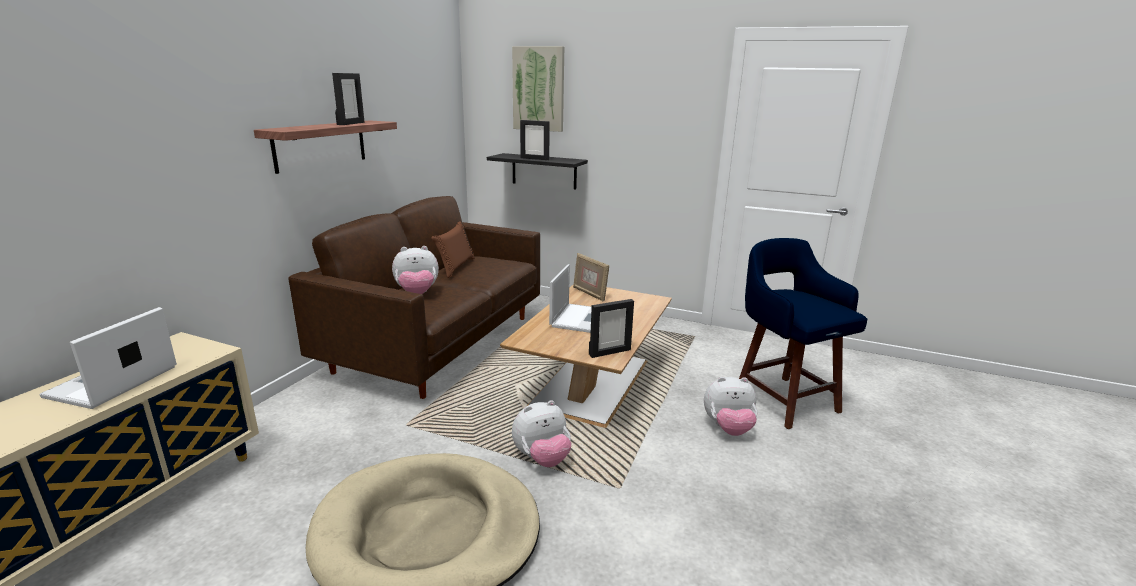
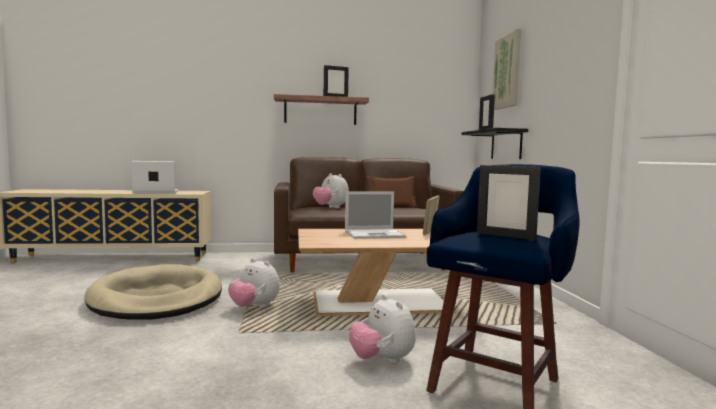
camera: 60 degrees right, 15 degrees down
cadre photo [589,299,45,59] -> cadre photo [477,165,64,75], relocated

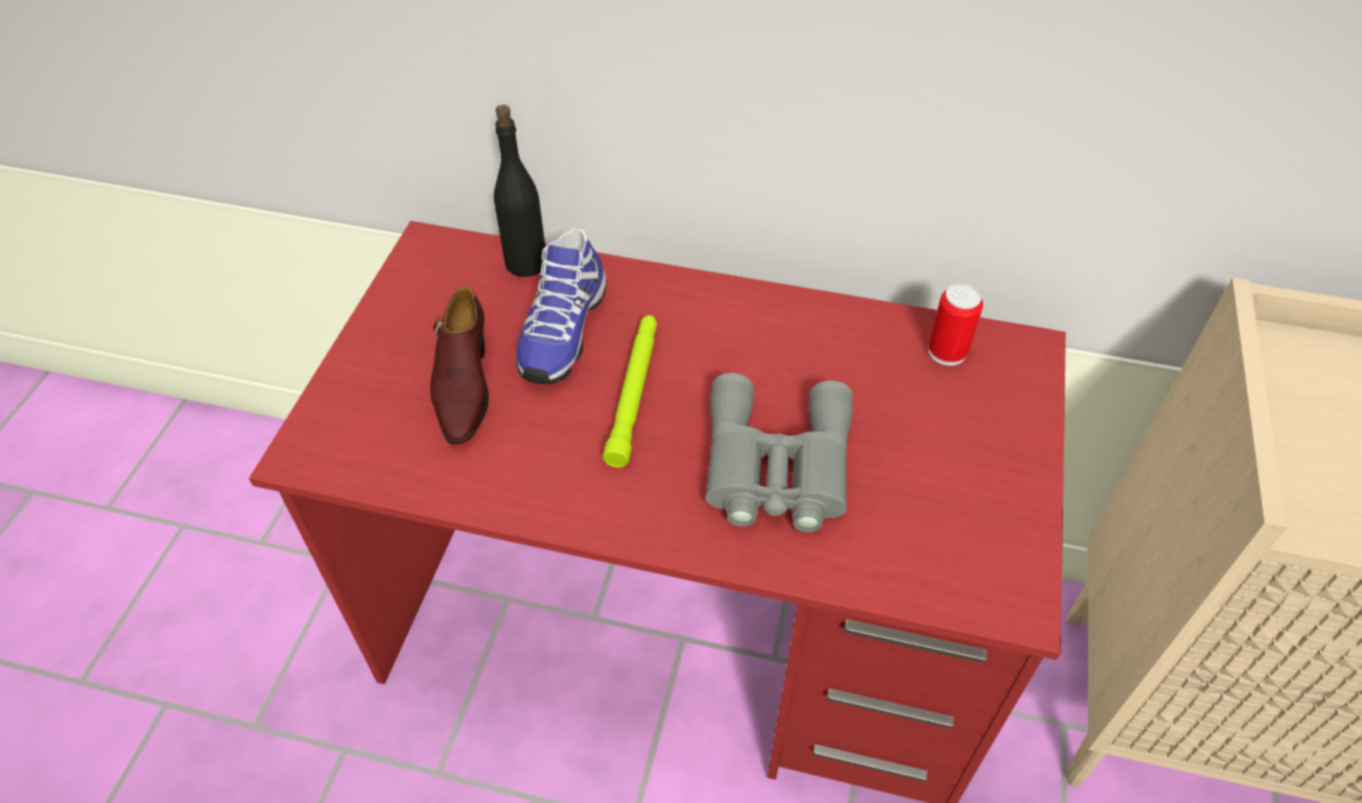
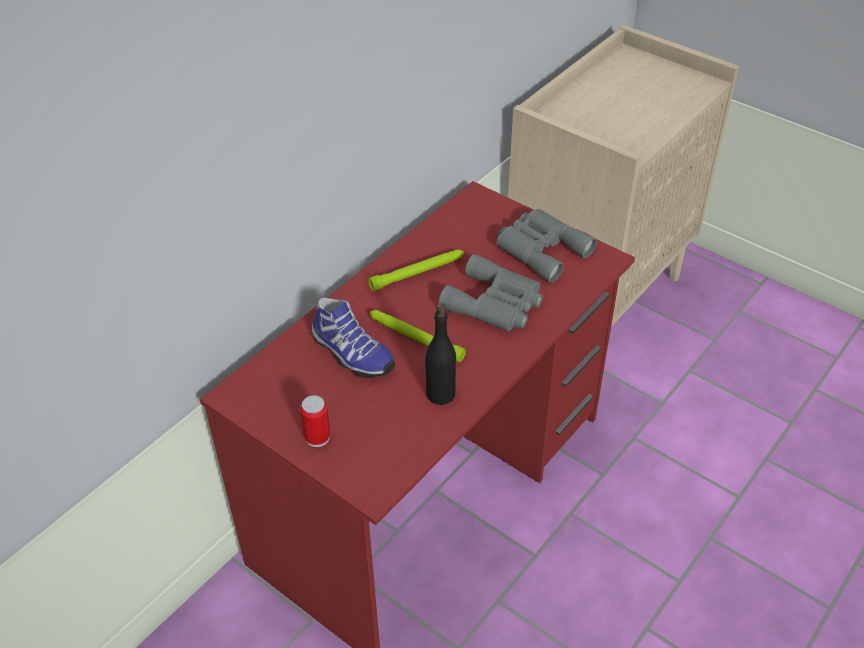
camera: 65 degrees left, 5 degrees down
chaussure [marron] [430,286,59,159] -> none
none -> lampe de poche [vert] [368,249,96,42]
none -> jumelles [gris] [497,209,100,74]
bouteille [noir] [494,105,51,172] -> bouteille [noir] [425,303,31,102], relocated
boîte métallique [928,283,55,83] -> boîte métallique [300,395,31,52], relocated

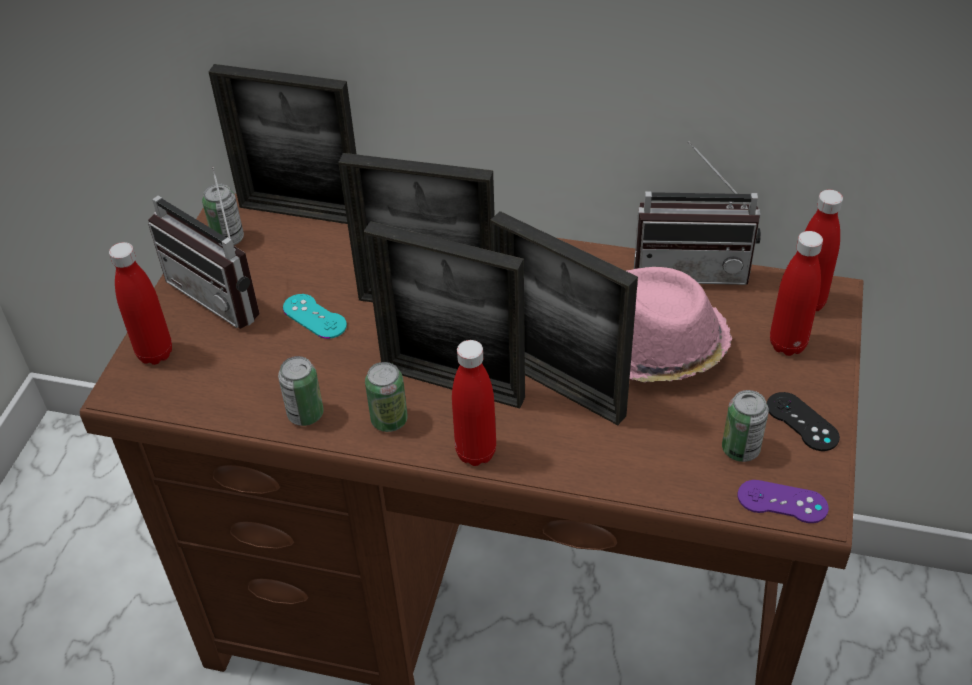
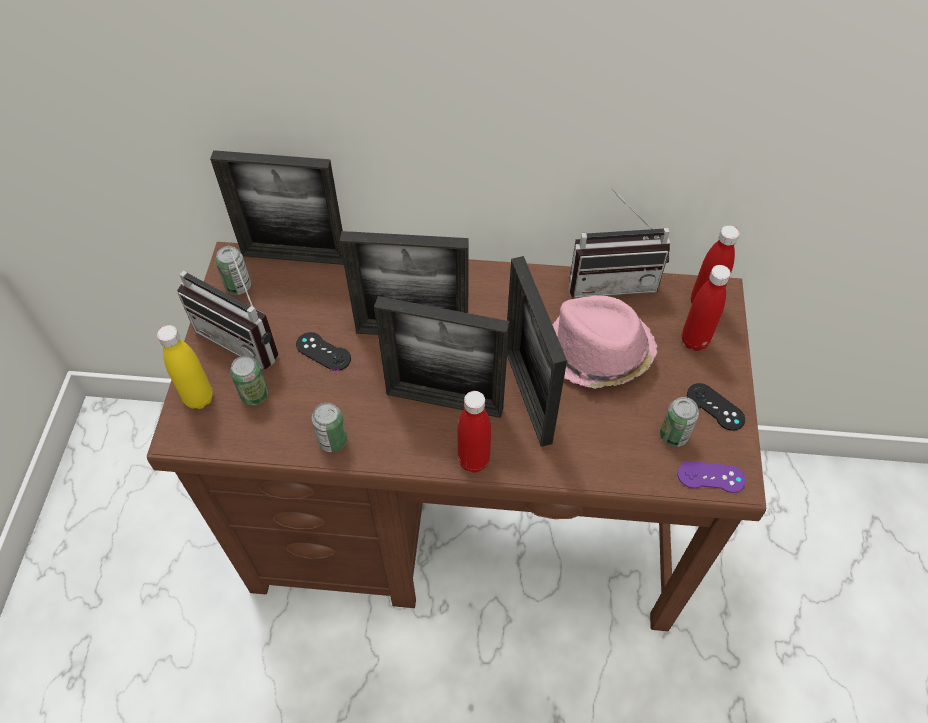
camera: 10 degrees left, 10 degrees up
boîte métallique [365,362,43,70] -> boîte métallique [230,356,38,49], relocated
bouteille [rouge] [109,242,63,123] -> bouteille [jaune] [157,325,56,84]
manette [turquoise] [283,294,64,45] -> manette [noir] [296,332,55,39]
cadre photo [490,211,148,214] -> cadre photo [507,256,60,191], 45 degrees clockwise

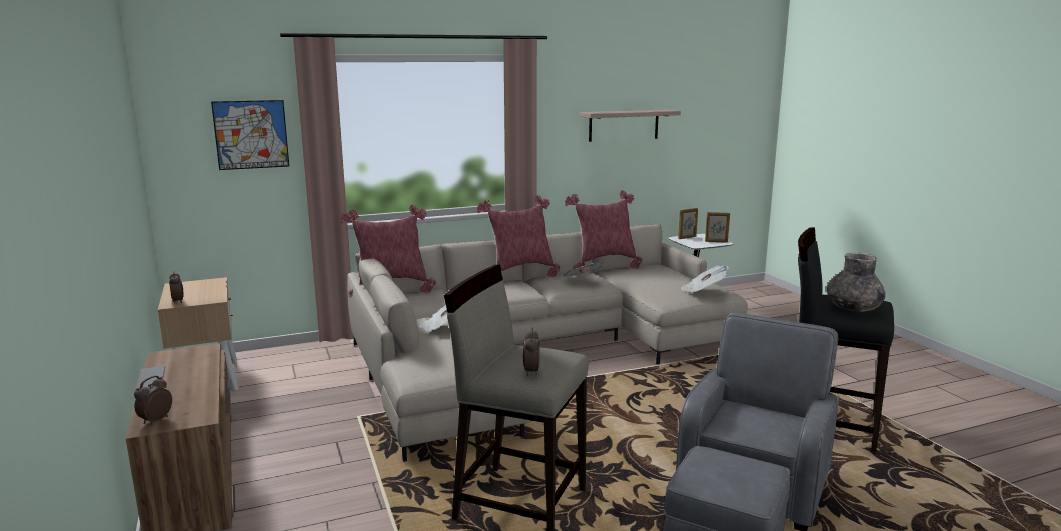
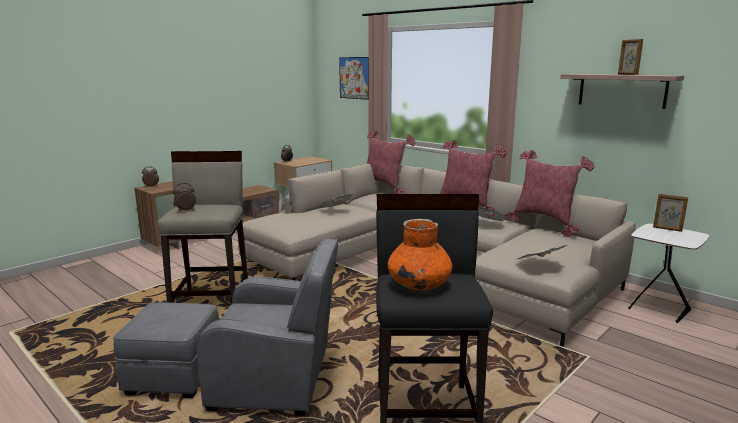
camera: 65 degrees right, 0 degrees up
cadre photo [705,212,25,31] -> cadre photo [618,39,25,36], relocated
vase [gris] [827,253,59,59] -> vase [orange] [388,219,65,71]

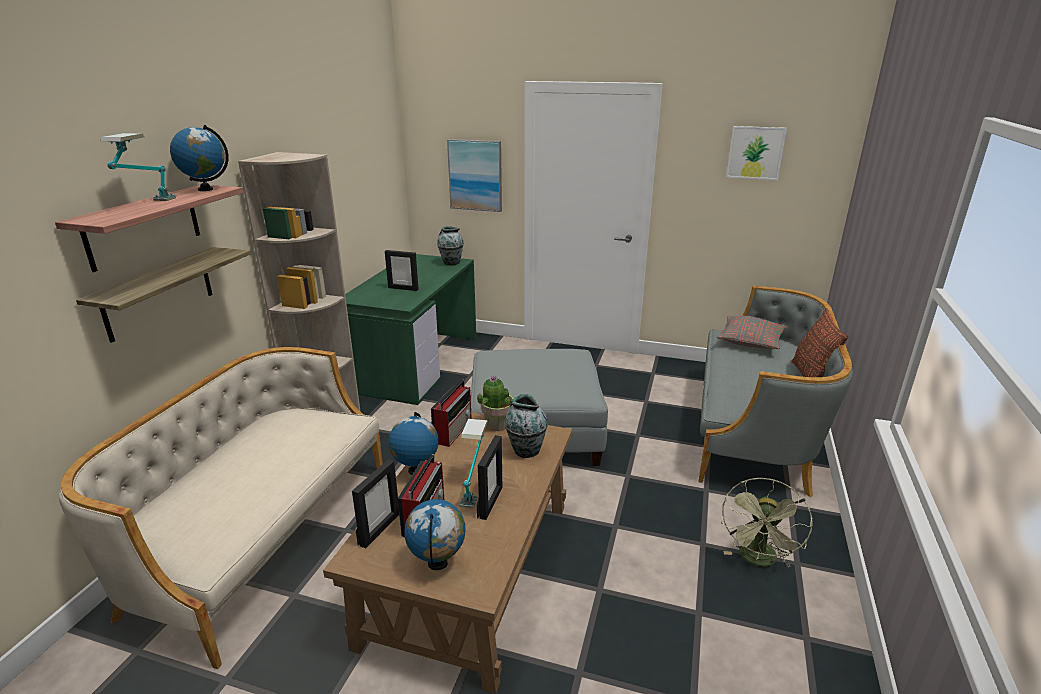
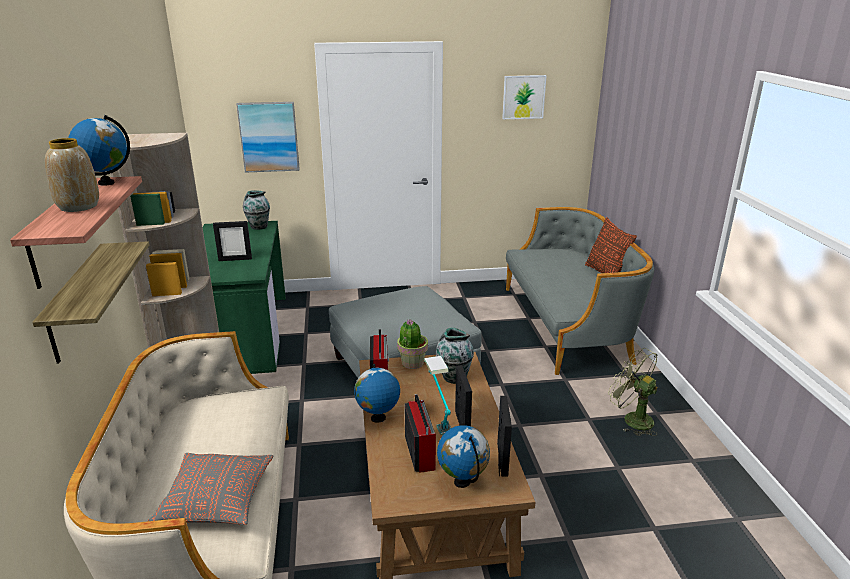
camera: 25 degrees left, 0 degrees up
cadre photo [352,459,47,90] -> cadre photo [497,396,15,81], relocated
coussin [gris] [716,316,71,33] -> coussin [gris] [148,453,125,72], relocated
lampe de table [101,133,75,68] -> vase [45,138,54,74]
ventilateur [vert] [721,478,92,90] -> ventilateur [vert] [608,348,50,88], 135 degrees clockwise

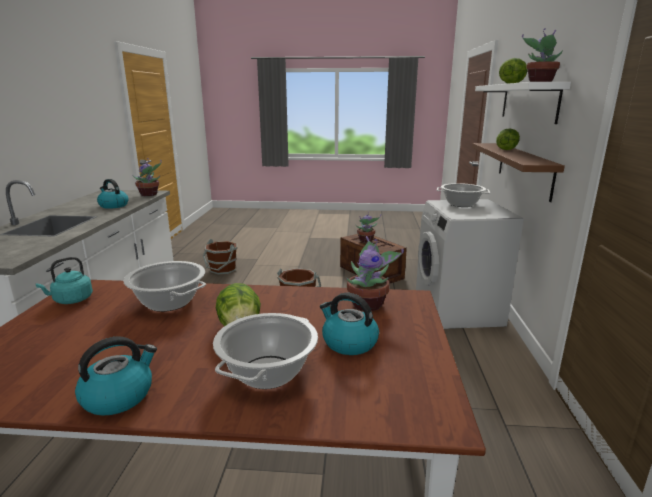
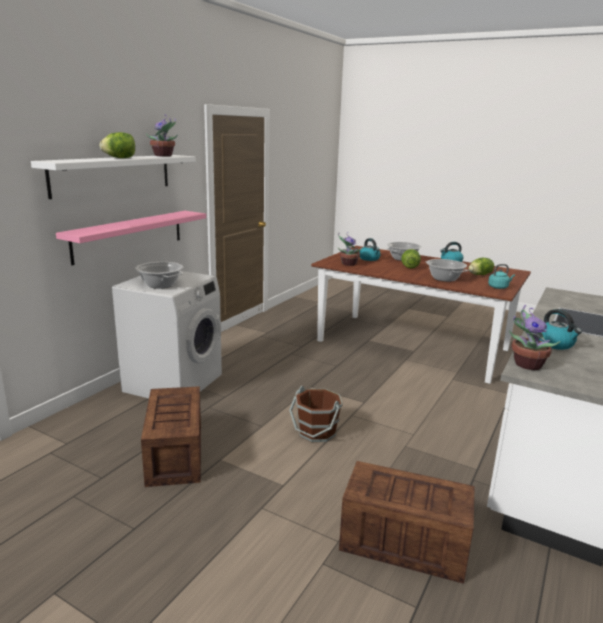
camera: 155 degrees left, 0 degrees up
plante en pot [356,212,25,30] -> none
laitue [496,129,24,21] -> laitue [468,258,26,17], relocated
seau [marron] [203,239,34,36] -> caisse [339,461,136,123]
étagère [marron] [472,143,93,59] -> étagère [rose] [56,211,150,54]

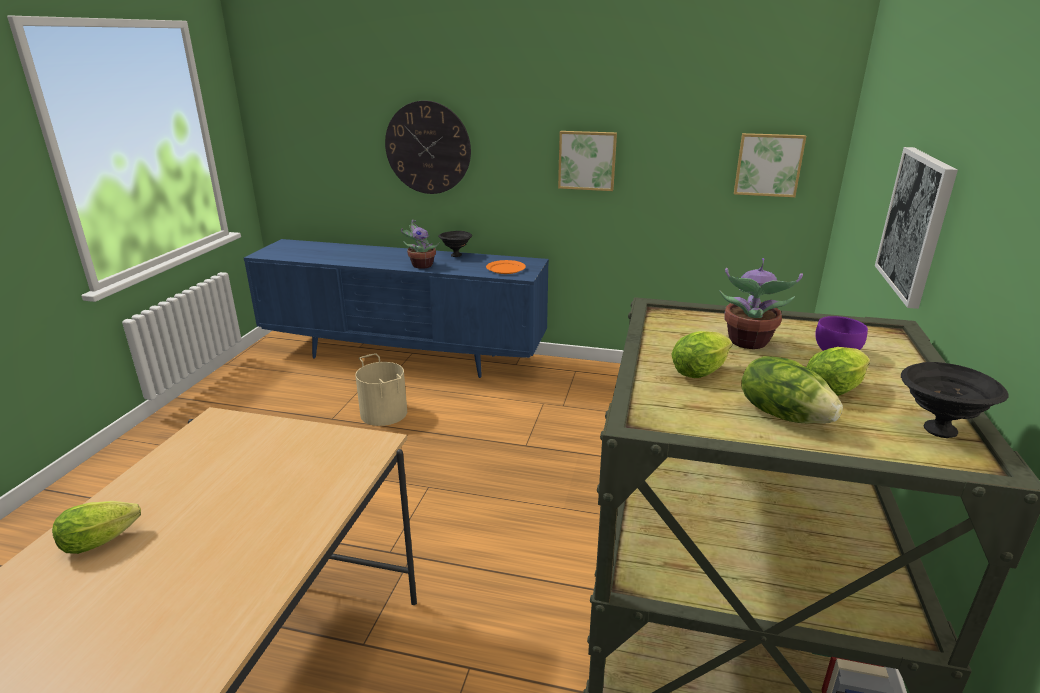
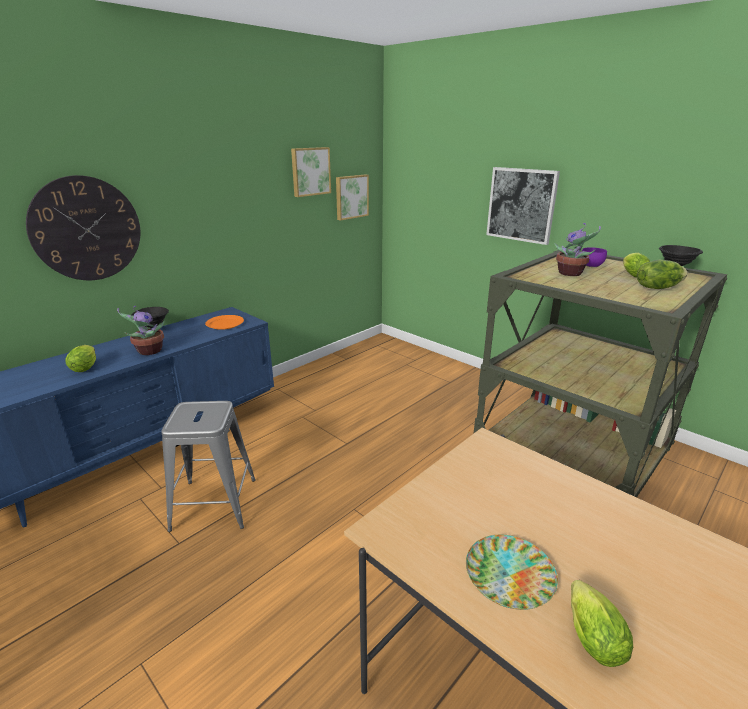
camera: 60 degrees left, 0 degrees up
none -> assiette [466,535,92,75]
tableau [558,131,59,60] -> tableau [291,147,40,50], relocated
laitue [671,331,61,47] -> laitue [66,345,30,27], relocated
seau [beige] [355,353,52,73] -> tabouret [gris] [161,401,95,131]

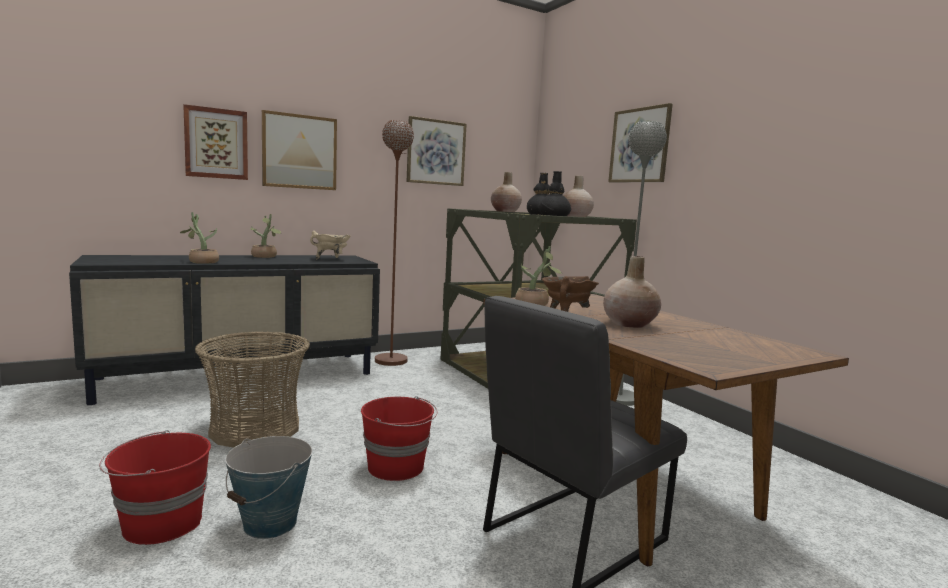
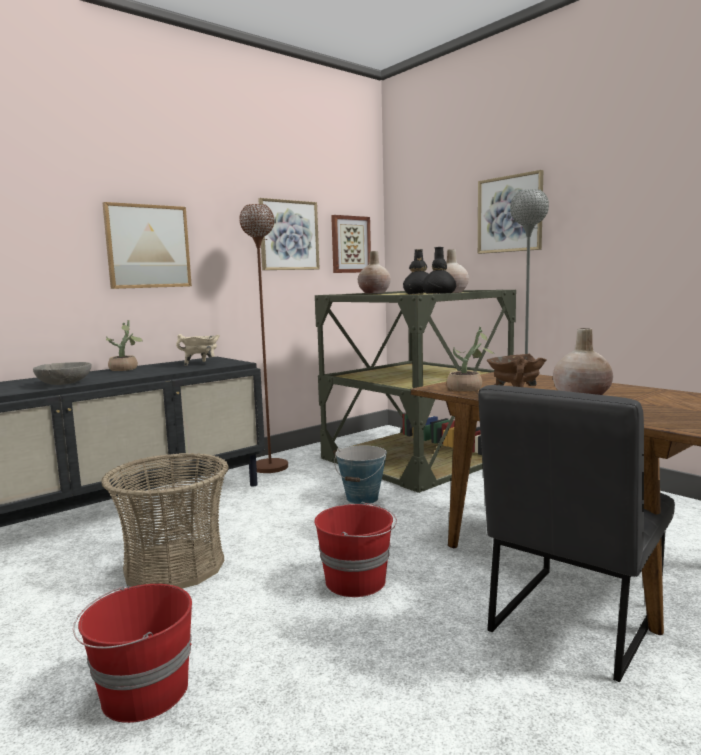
camera: 10 degrees left, 0 degrees up
tableau [183,104,65,76] -> tableau [331,215,40,58], relocated
seau [225,436,87,103] -> seau [334,445,53,59], relocated
plante en pot [180,212,39,52] -> bol [gris] [33,362,59,23]

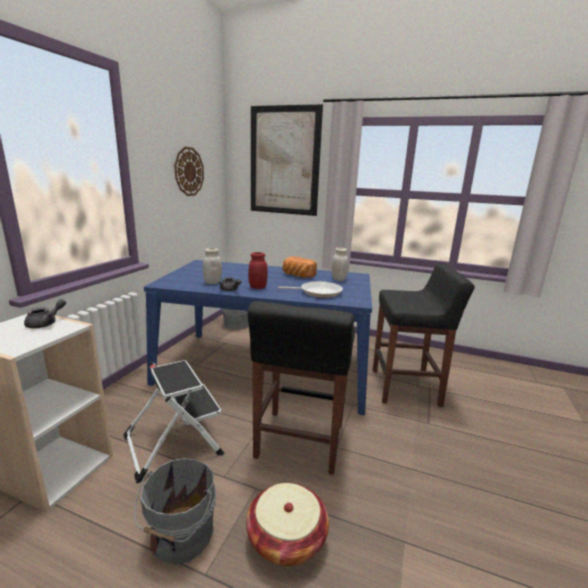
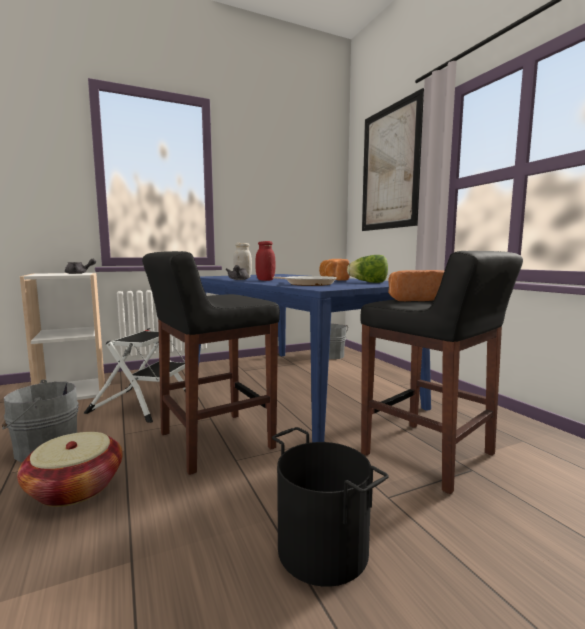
camera: 45 degrees right, 10 degrees down
horloge murale [174,147,30,49] -> none
none -> seau [noir] [272,427,117,160]
none -> pain [388,270,56,31]
bocal [blanc] [331,247,17,34] -> laitue [347,255,41,28]

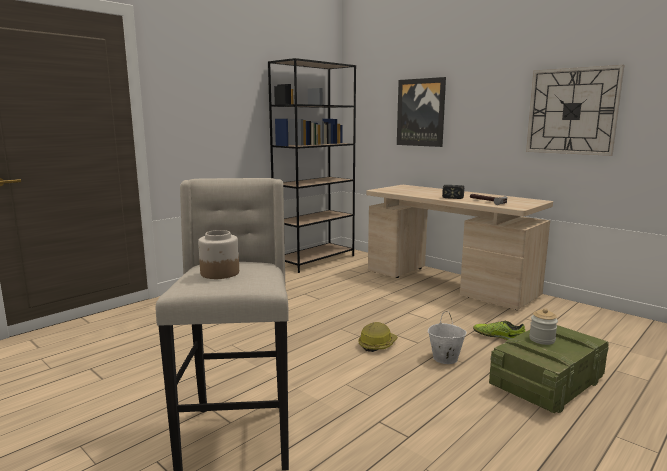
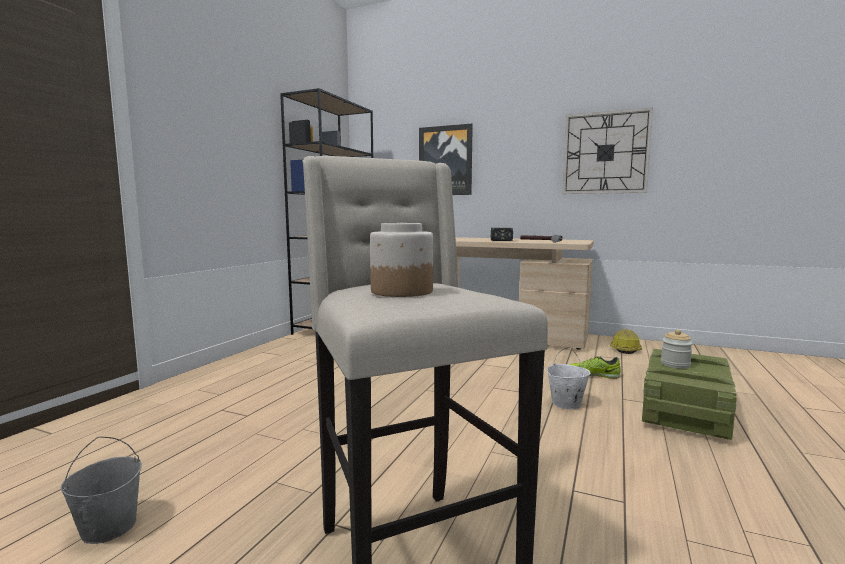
camera: 20 degrees left, 5 degrees down
none -> seau [gris] [61,436,81,108]
casque de chantier [358,322,40,30] -> casque de chantier [610,329,32,25], relocated

